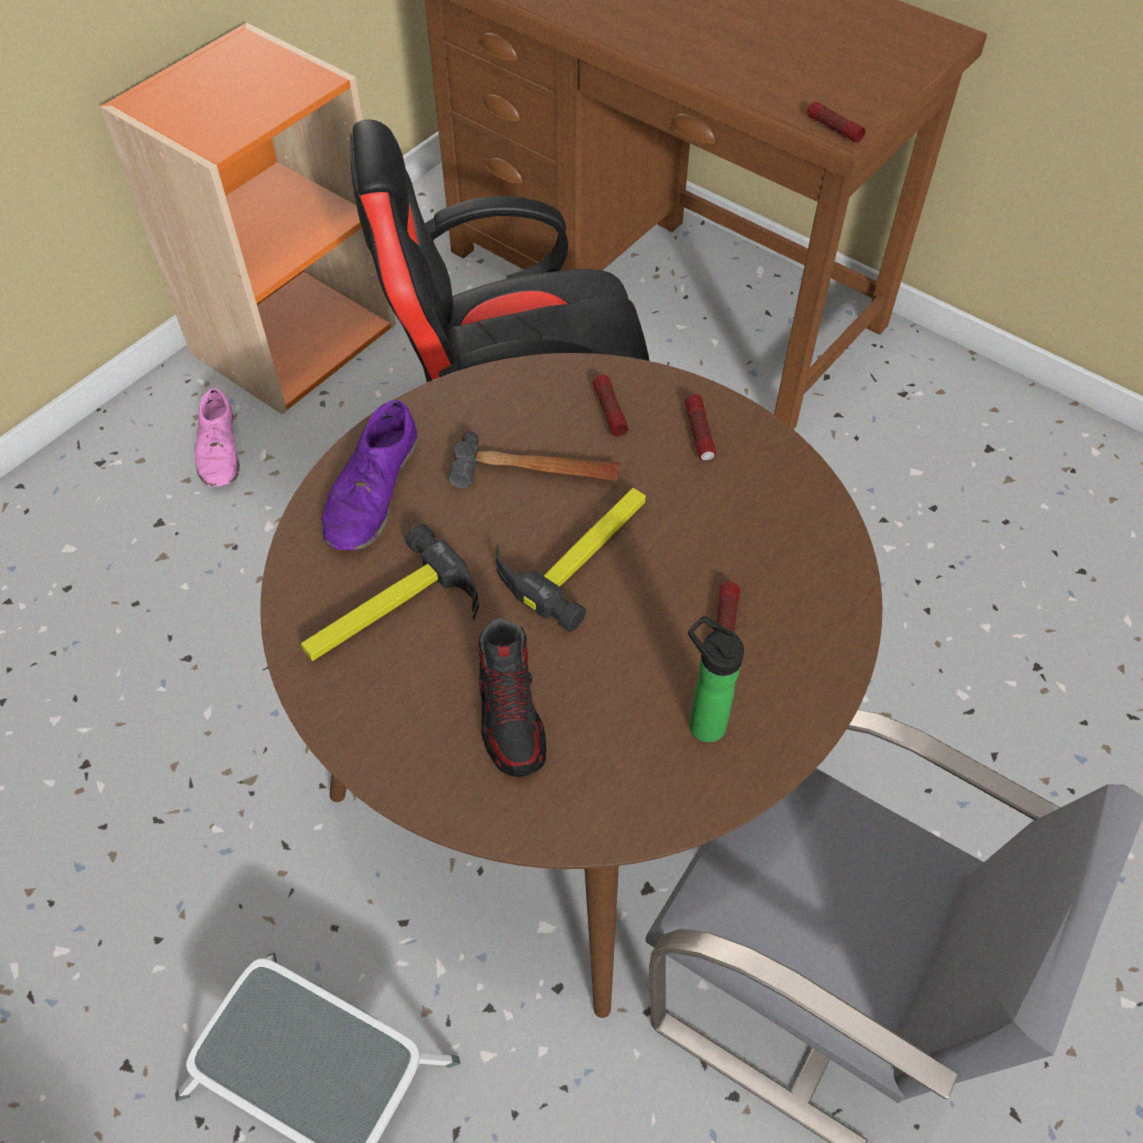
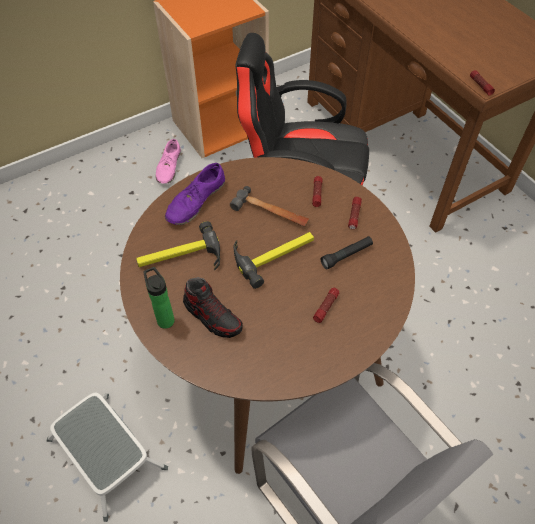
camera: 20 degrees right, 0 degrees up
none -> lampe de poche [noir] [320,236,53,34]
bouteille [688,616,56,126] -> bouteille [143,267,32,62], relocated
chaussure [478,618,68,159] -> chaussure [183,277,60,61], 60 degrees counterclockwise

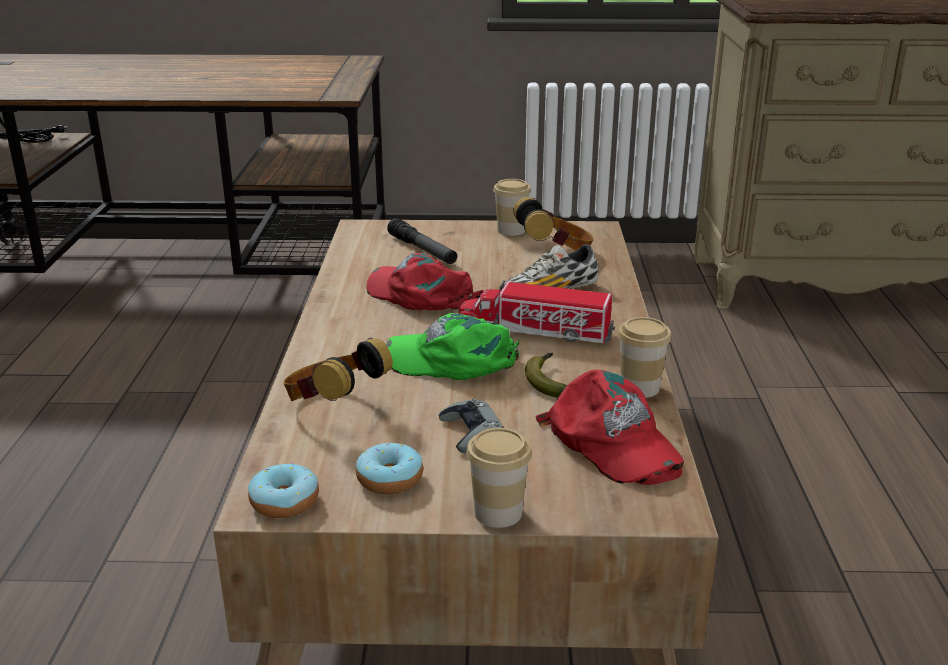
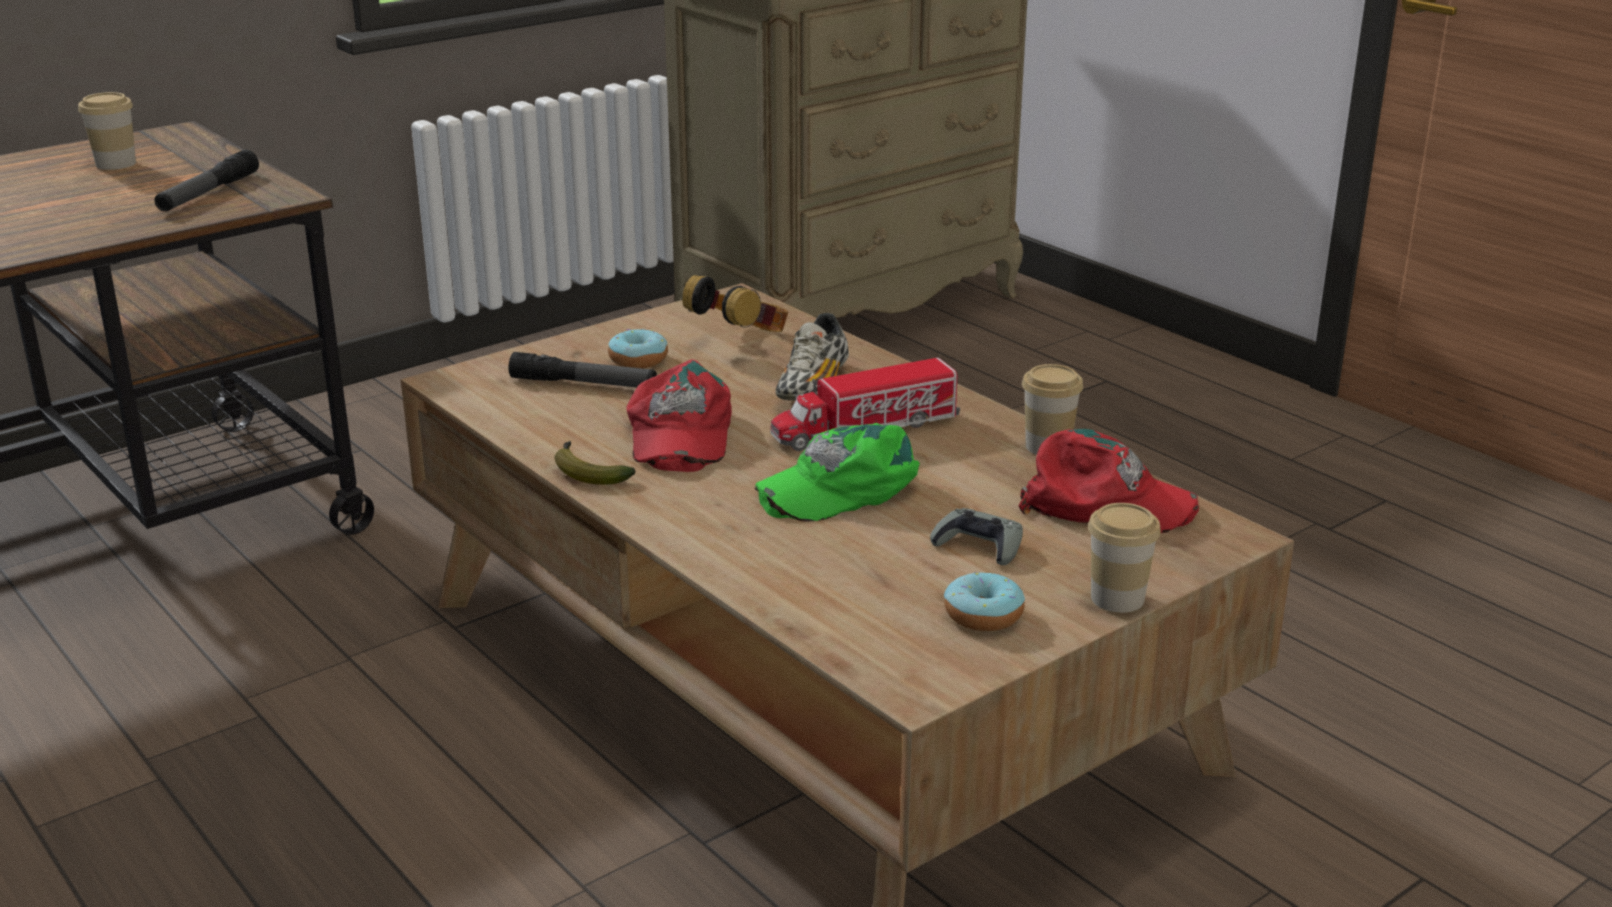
camera: 40 degrees left, 0 degrees up
casque audio [283,338,110,63] -> none
none -> lampe de poche [154,150,105,61]
beignet [248,462,71,56] -> beignet [608,328,60,40], relocated
tasse [493,179,38,57] -> tasse [78,92,58,78], relocated
banane [525,353,42,45] -> banane [554,441,82,44], relocated
casquette [rouge] [366,253,117,58] -> casquette [rouge] [626,359,106,113], 90 degrees counterclockwise

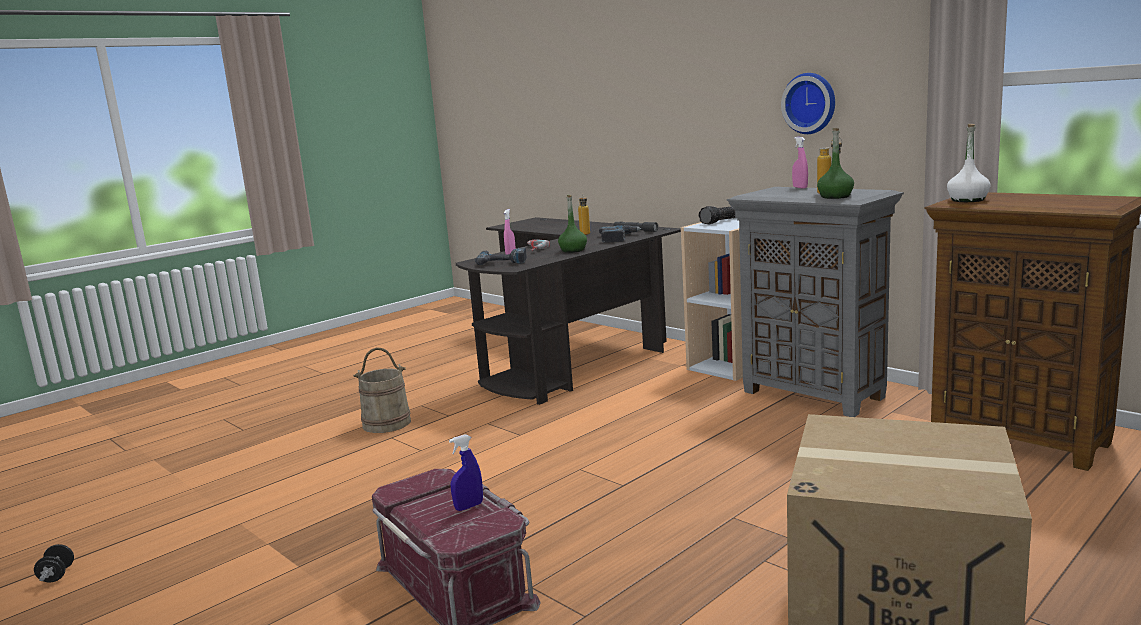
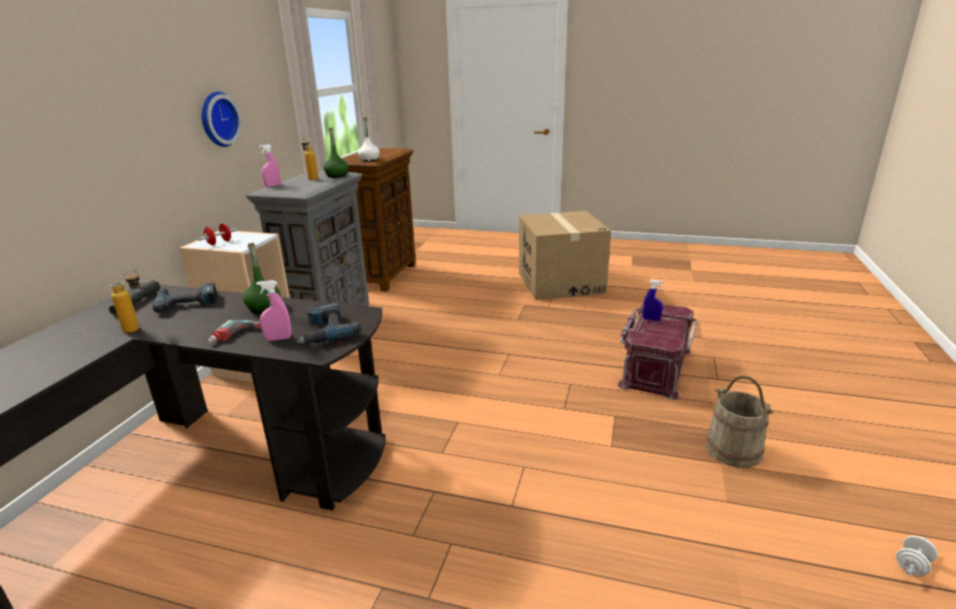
camera: 120 degrees left, 10 degrees up
seau [beige] [353,347,58,86] -> seau [beige] [706,375,68,93], relocated
lampe de poche [699,206,36,18] -> haltère [rouge] [197,223,40,22]
haltère [noir] [34,544,40,39] -> haltère [blanc] [896,536,42,40]

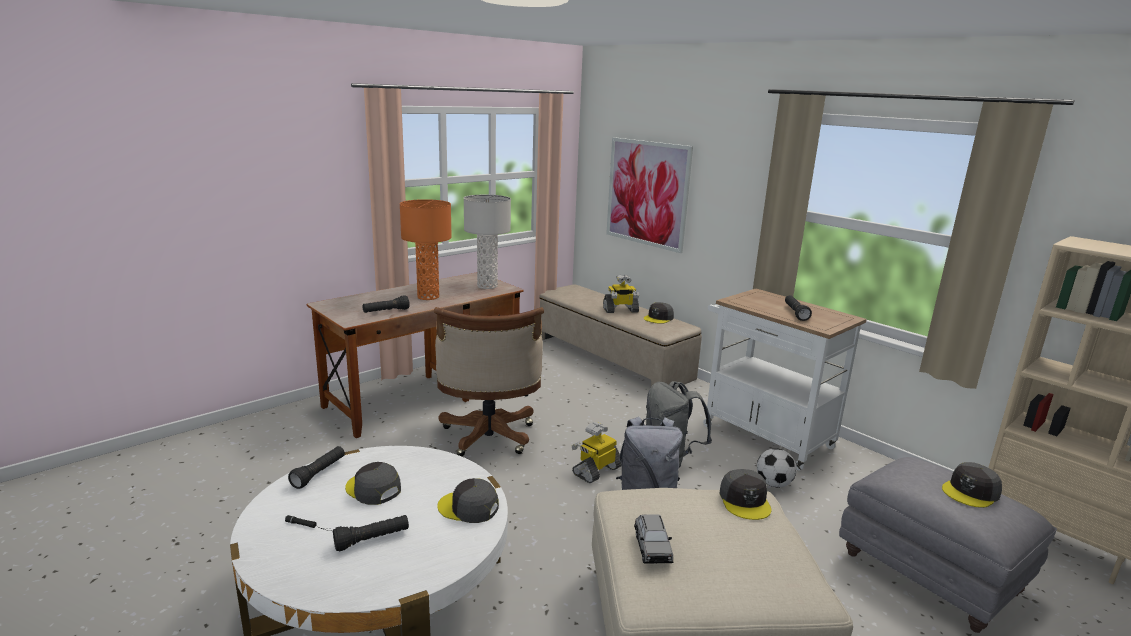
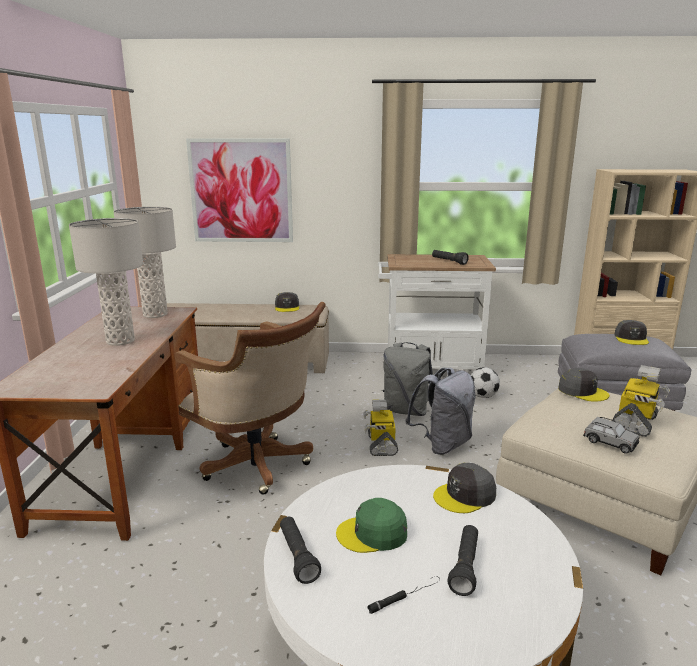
camera: 45 degrees left, 0 degrees up
lampe de poche [noir] [363,295,47,18] -> none
robot jouet [603,275,36,38] -> robot jouet [613,365,57,72], relocated
casquette [gris] [345,462,56,43] -> casquette [vert] [336,498,71,55]
lampe de table [orange] [400,199,52,101] -> lampe de table [blanc] [69,218,74,128]

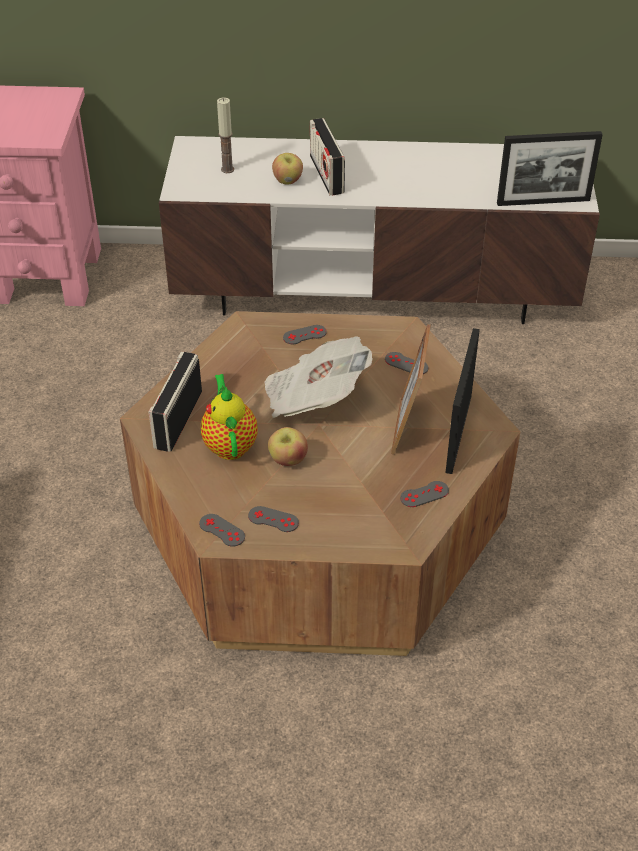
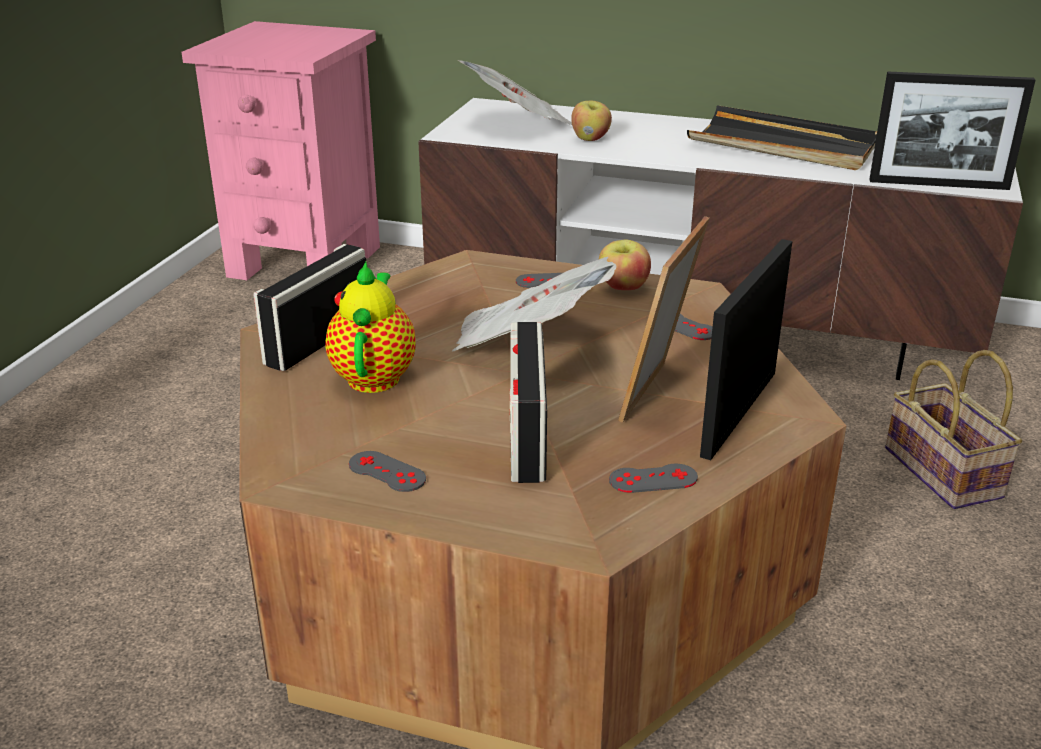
camera: 15 degrees right, 15 degrees down
manette [gris] [199,514,46,33] -> none
none -> plateau [noir] [687,105,190,65]
none -> panier [885,350,137,159]
pomme [268,427,40,39] -> pomme [599,239,52,51], relocated
radio [310,118,35,77] -> radio [510,322,37,161], relocated
bougie [217,97,17,76] -> journal [458,60,114,65]

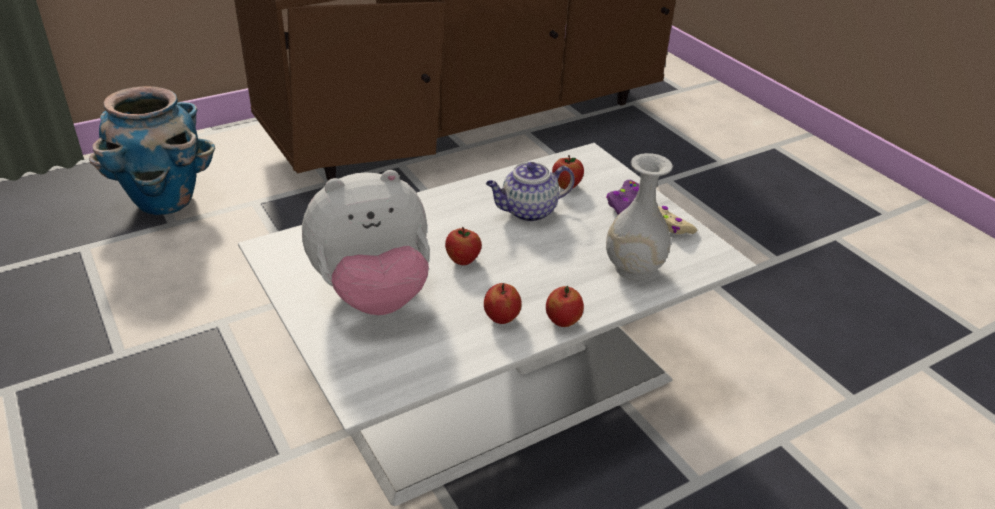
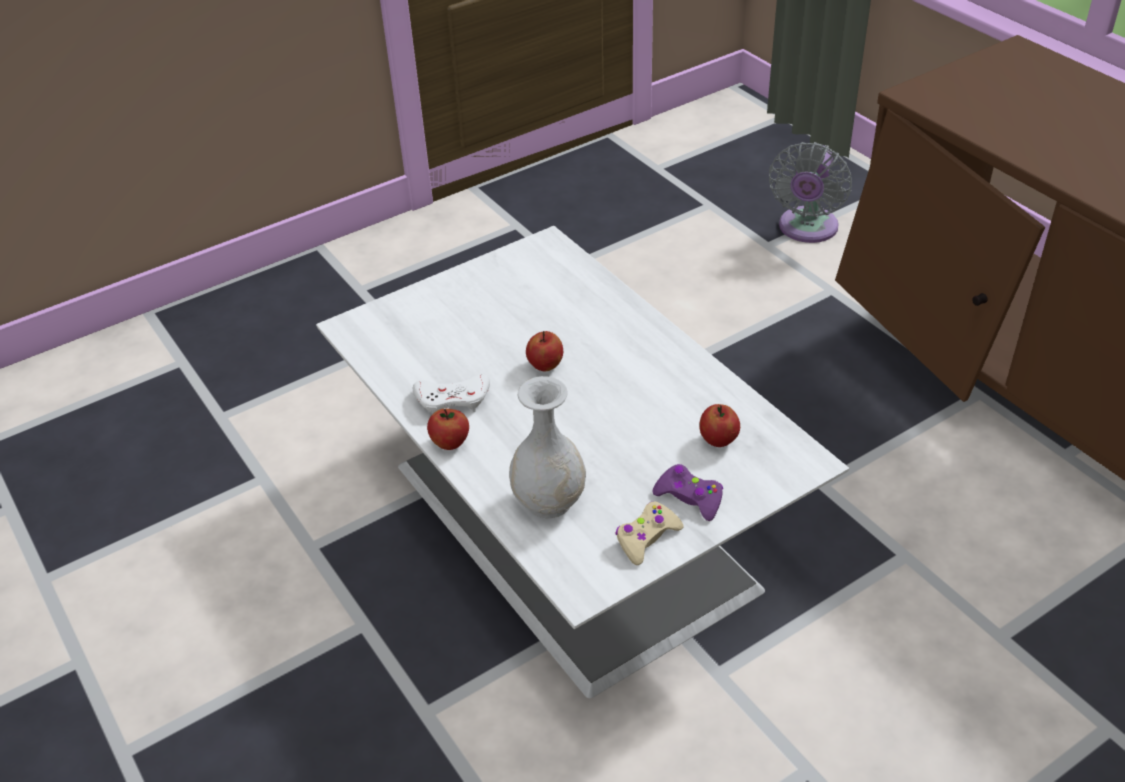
camera: 90 degrees right, 5 degrees up
peluche [302,170,128,145] -> none
théière [486,162,89,60] -> none
cache-pot [89,86,126,129] -> ventilateur [gris] [769,142,83,101]
pomme [484,283,38,41] -> manette [blanc] [413,374,77,40]

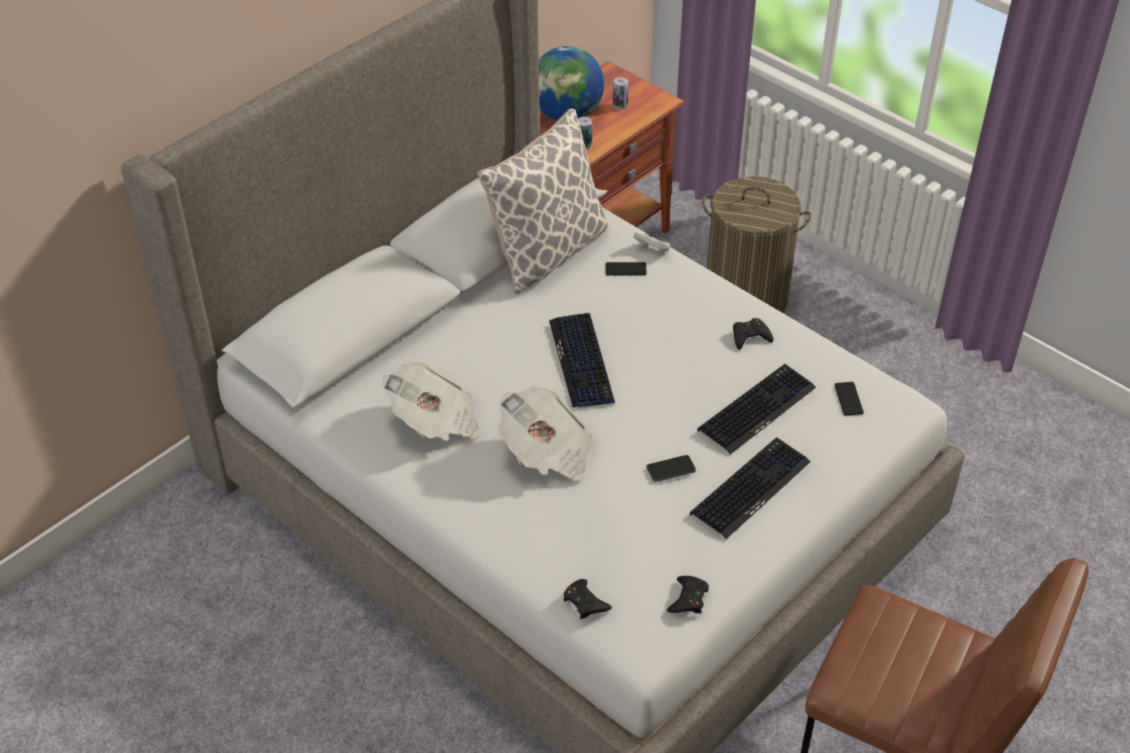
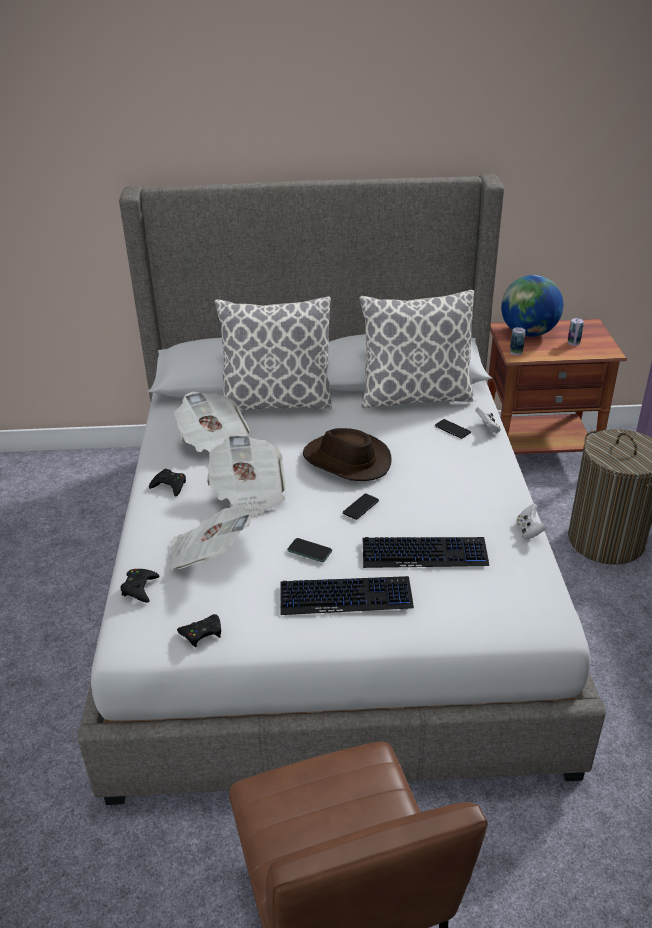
camera: 45 degrees right, 10 degrees down
none -> journal [169,504,82,66]
none -> coussin [215,297,117,113]
none -> manette [blanc] [516,504,30,35]
manette [noir] [733,318,40,32] -> manette [noir] [149,469,37,28], relocated
téléphone [835,382,29,34] -> téléphone [343,493,36,27], relocated
clavier [549,313,66,95] -> chapeau [marron] [303,428,89,53]

